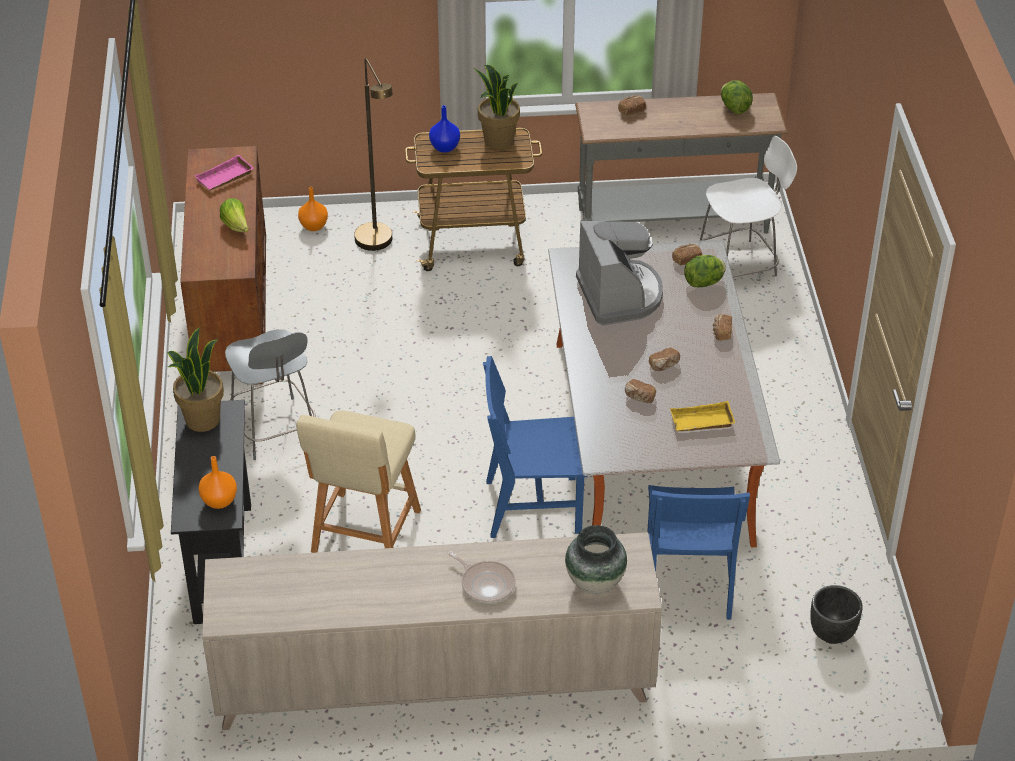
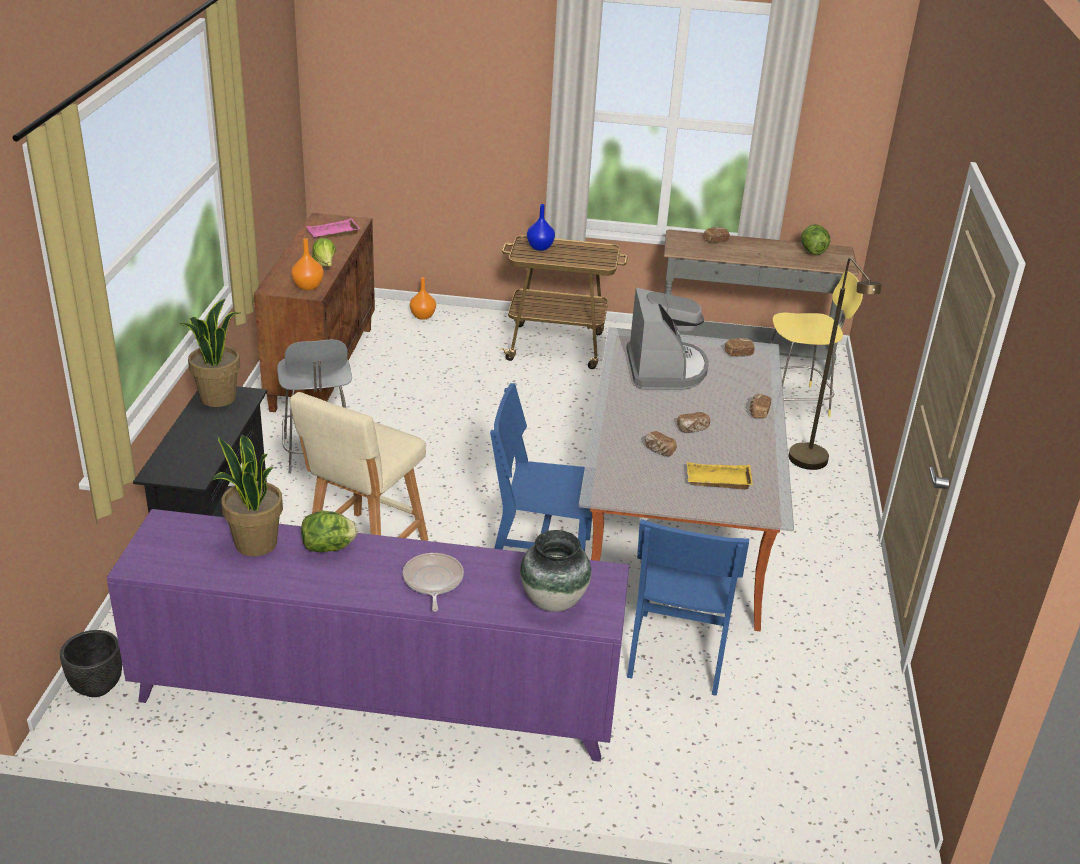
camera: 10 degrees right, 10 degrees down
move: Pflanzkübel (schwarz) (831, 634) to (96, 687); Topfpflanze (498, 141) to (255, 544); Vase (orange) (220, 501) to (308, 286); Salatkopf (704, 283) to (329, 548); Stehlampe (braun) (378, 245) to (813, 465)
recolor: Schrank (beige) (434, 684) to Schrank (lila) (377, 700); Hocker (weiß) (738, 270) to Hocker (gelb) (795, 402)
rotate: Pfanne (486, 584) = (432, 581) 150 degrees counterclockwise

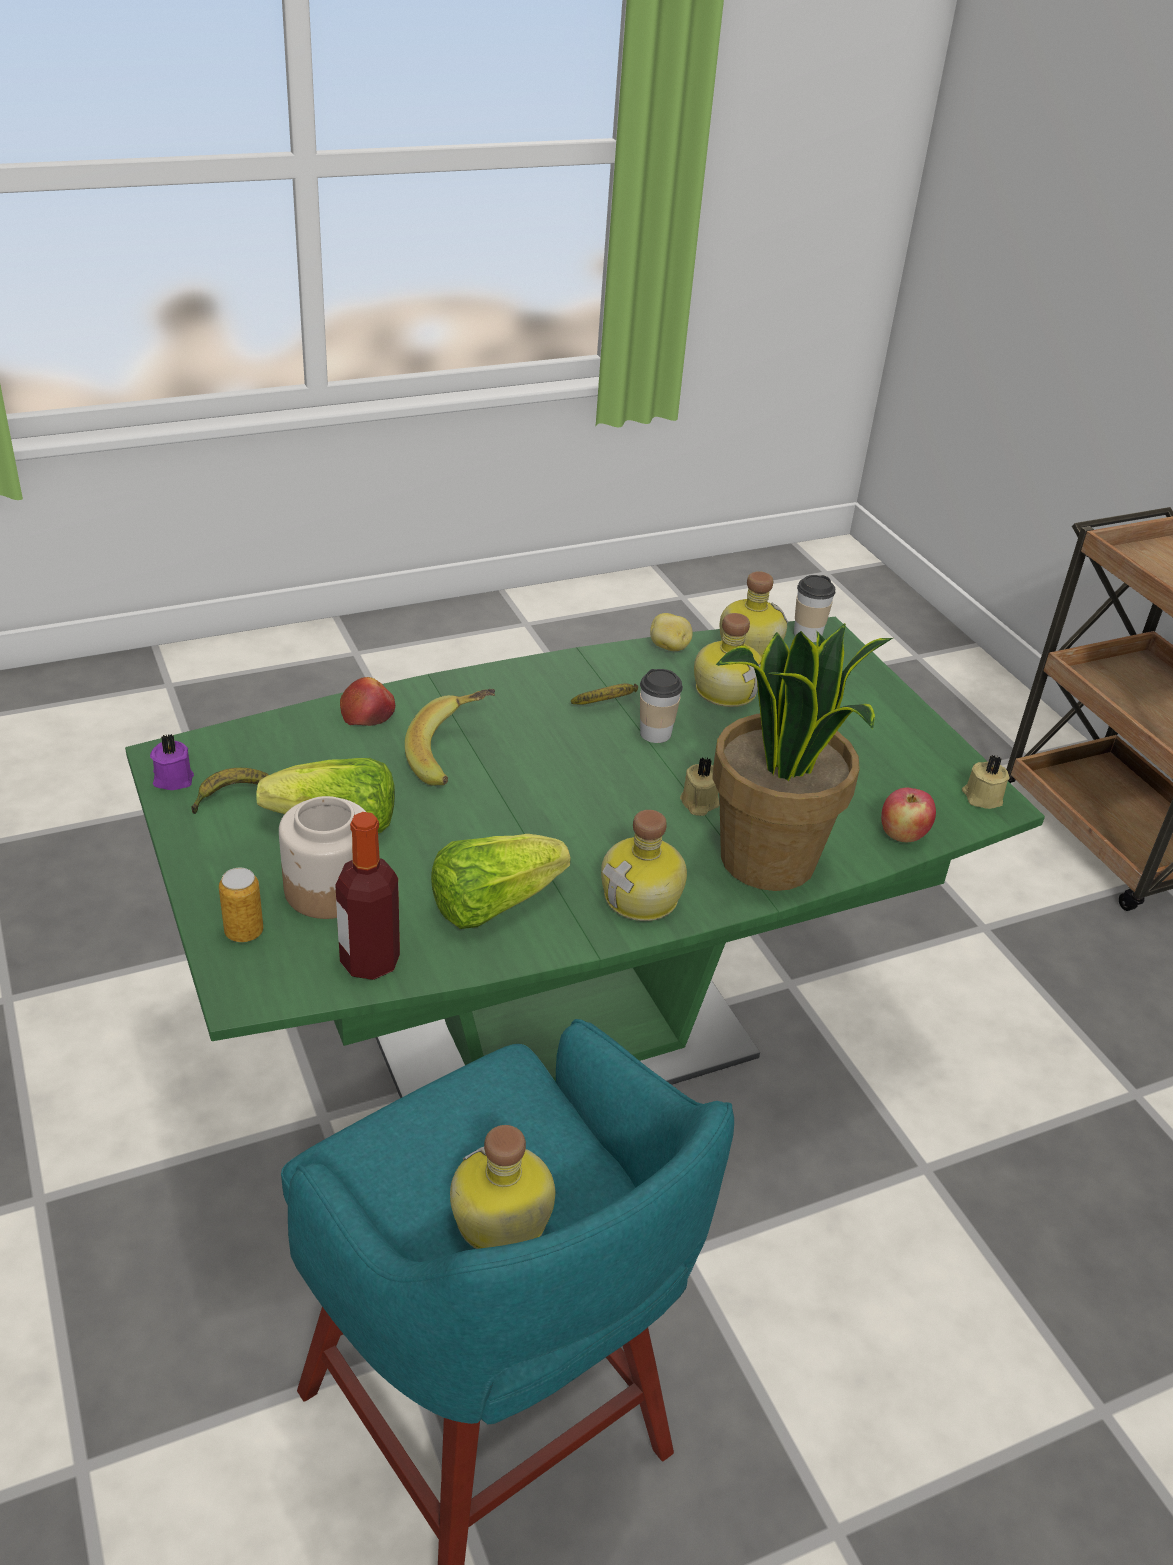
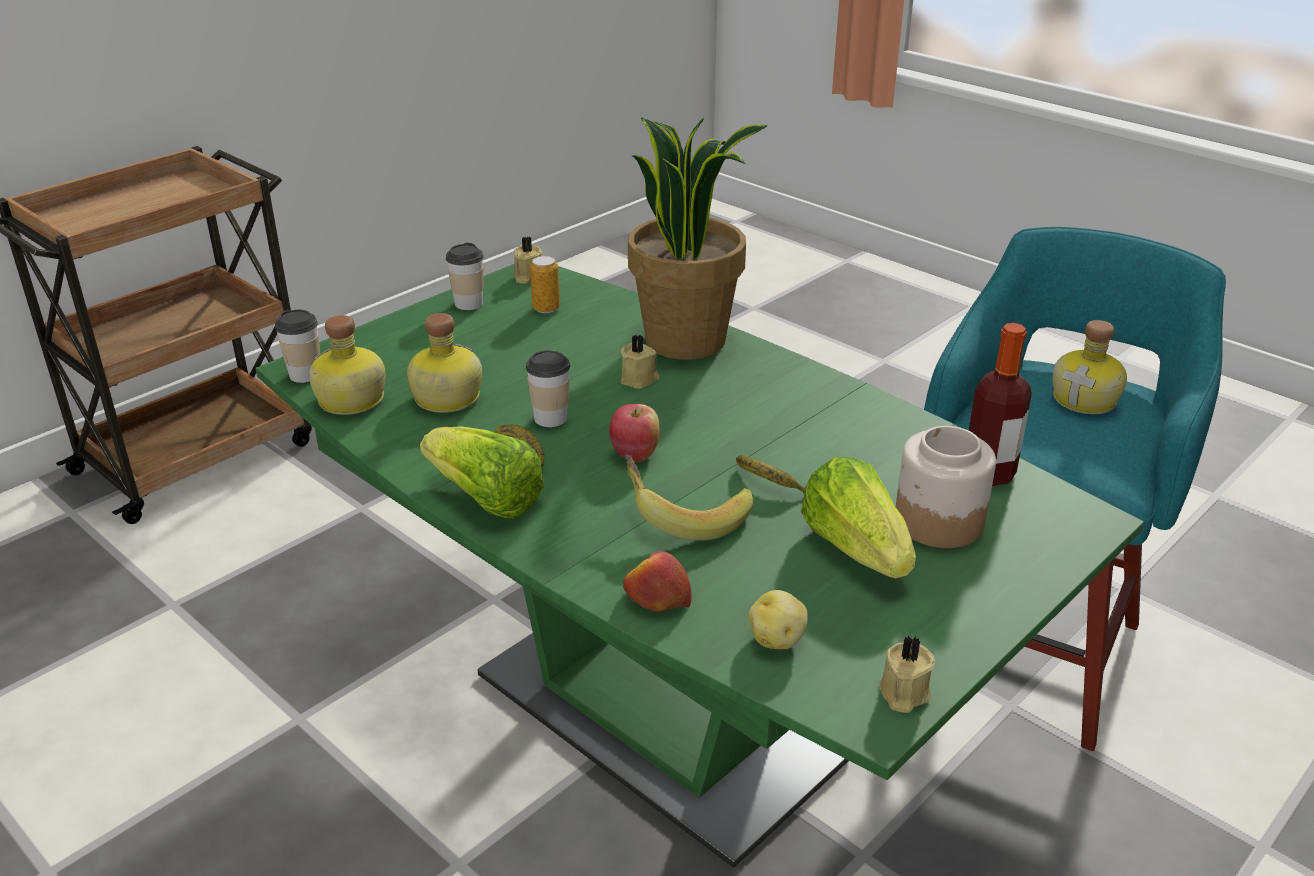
camera: 110 degrees left, 5 degrees down
delete: Flasche (643, 898)
insert: Tasse (468, 304)
move: Salatkopf (492, 904) to (485, 500); Dose (244, 932) to (546, 308); Apfel (902, 835) to (635, 454); Banane (231, 796) to (769, 484); Kartoffel (669, 647) to (777, 639)
recolor: Kerze (lila) (172, 778) to Kerze (beige) (902, 694)

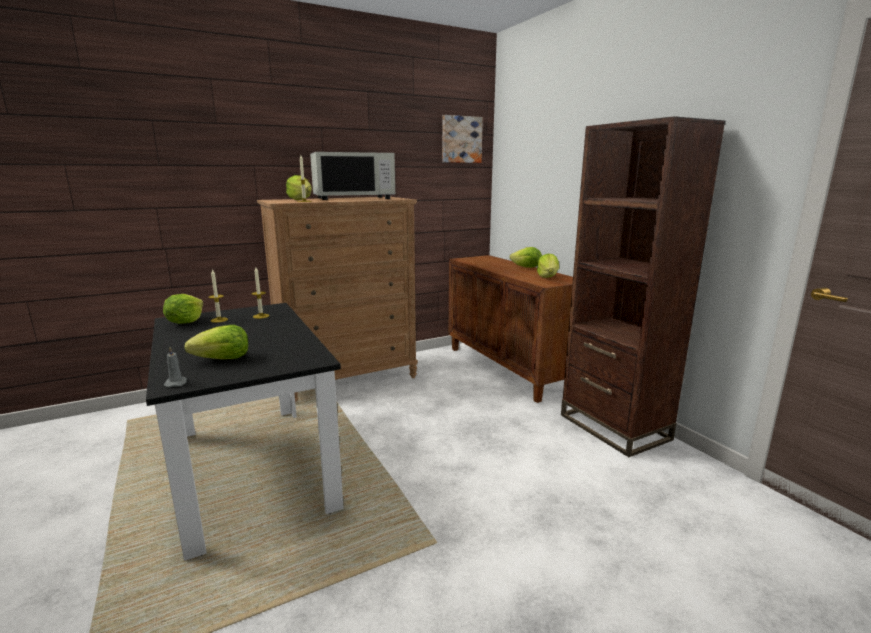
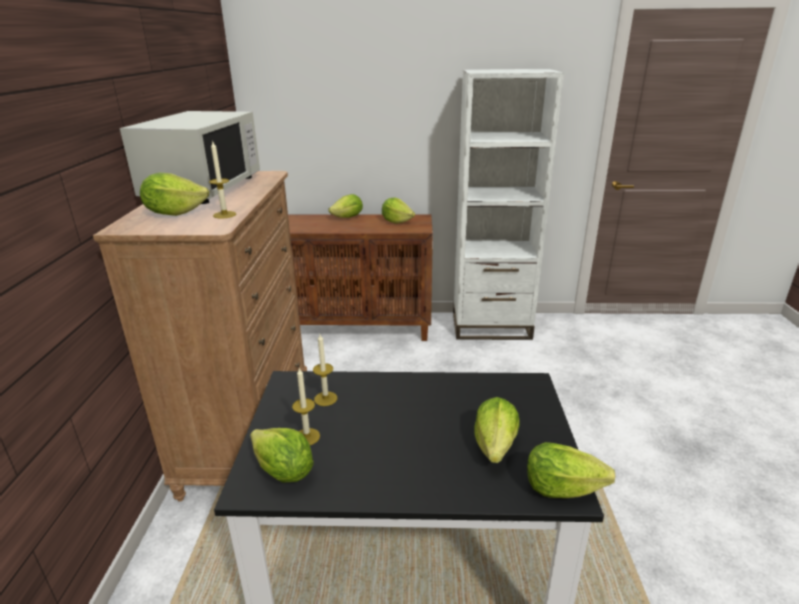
camera: 60 degrees left, 10 degrees up
delete: Bild (461, 139)
replace: Kerze (grau) (176, 383) to Salatkopf (561, 488)
recolor: Bücherregal (braun) (614, 427) to Bücherregal (weiß) (491, 326)

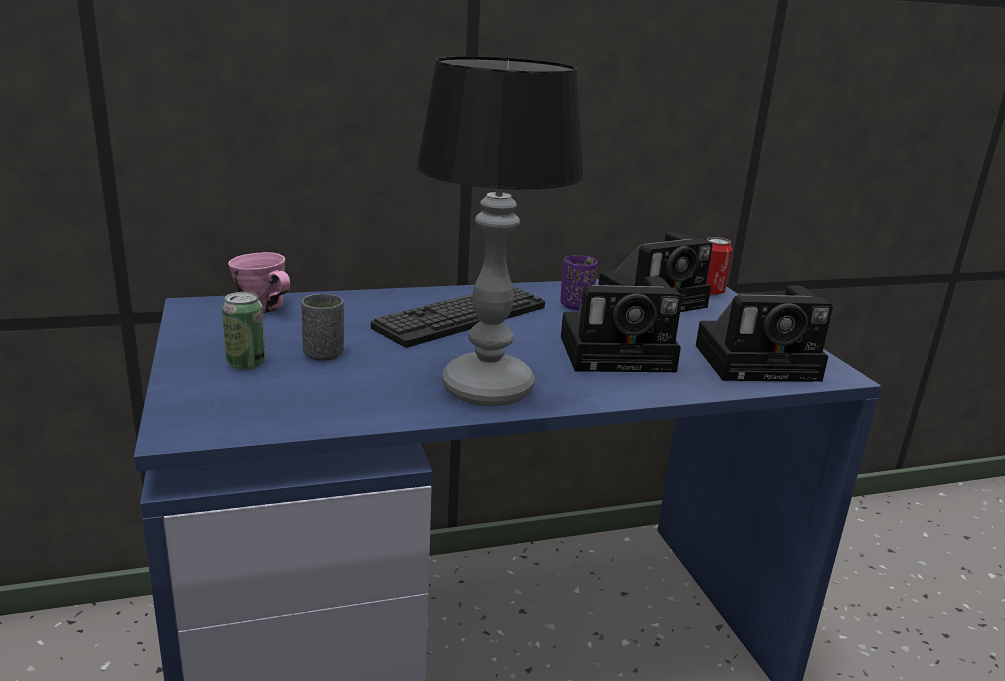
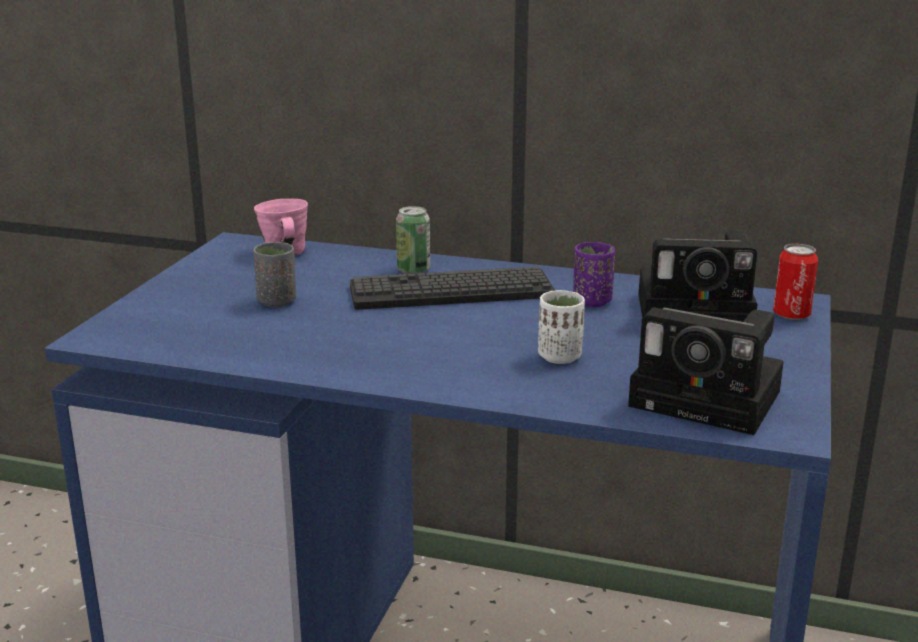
camera: 35 degrees right, 0 degrees up
delete: Tischlampe (489, 389)
move: Dose (246, 364) to (413, 270)
replace: Kamera (621, 353) to Tasse (weiß) (559, 357)

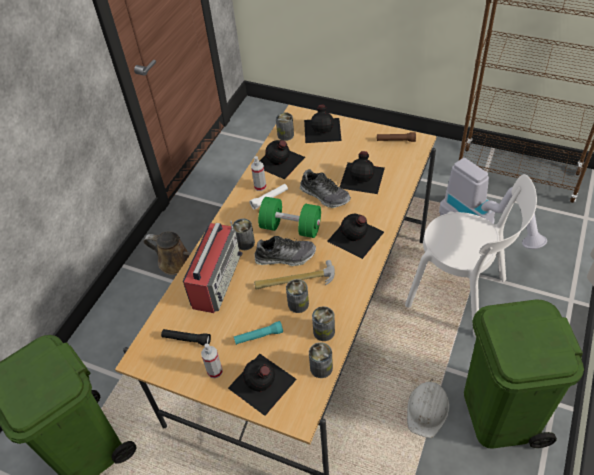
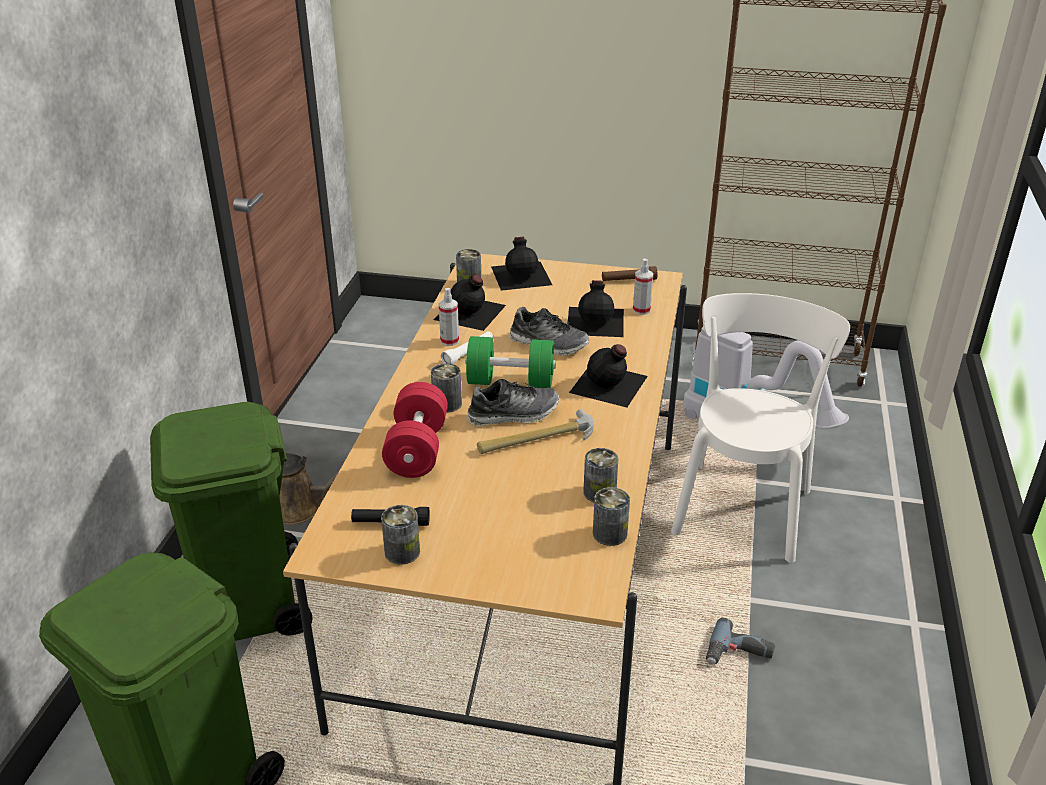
camera: 15 degrees left, 15 degrees down
delete: Flasche (schwarz) (262, 384); Taschenlampe (türkis) (258, 336)
move: Mülleimer (grün) (501, 414) to (250, 604); Dose (298, 304) to (402, 552); Sprühflasche (215, 371) to (641, 310)
replace: Radio (217, 280) to Hantel (rot) (417, 449); Schutzhelm (weiß) (427, 409) to Bohrmaschine (739, 655)
rotate: Stuhl (weiß) (461, 294) = (743, 506) 90 degrees counterclockwise

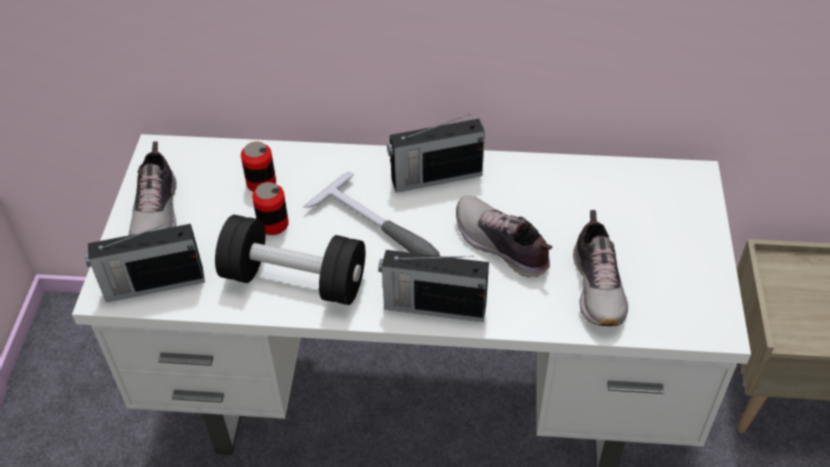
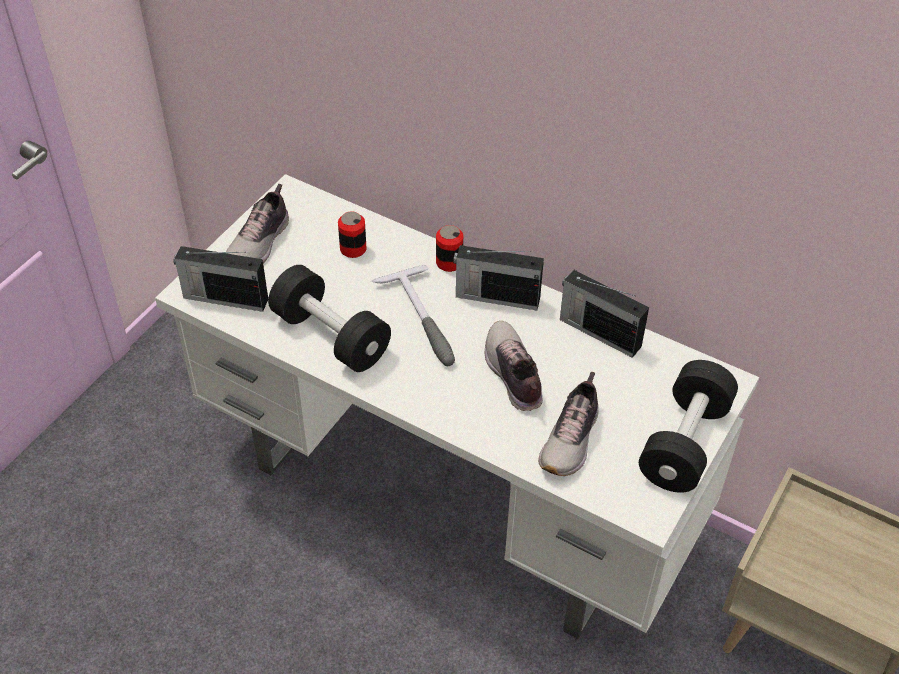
camera: 25 degrees right, 0 degrees up
insert: Hantel (schwarz) (684, 443)
move: Dose (273, 224) to (449, 262); Radio (433, 306) to (598, 332)

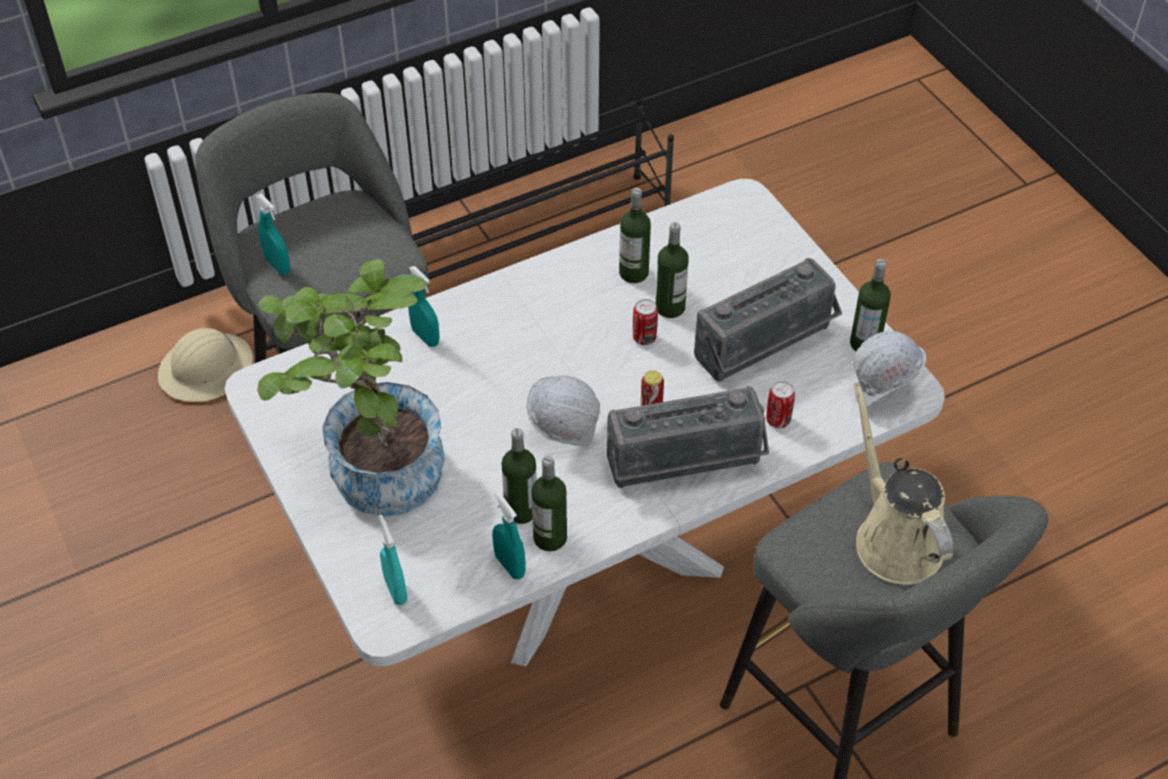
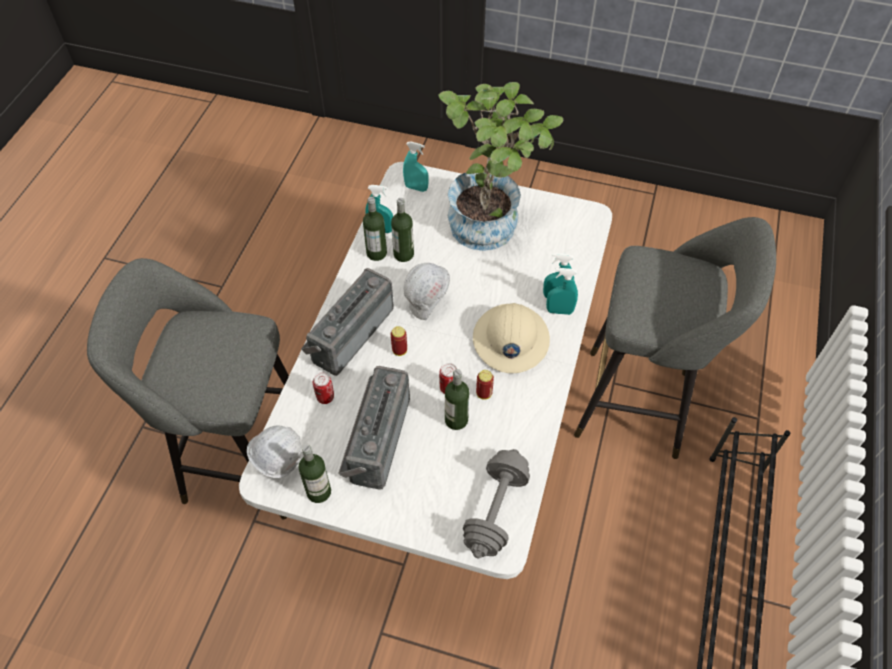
camera: 135 degrees right, 5 degrees up
delete: Flasche (633, 273); Gießkanne (beige) (894, 538)
insert: Hantel (grau) (495, 511); Dose (484, 393)
move: Schutzhelm (beige) (206, 369) to (510, 339); Sprühflasche (türkis) (277, 265) to (559, 311)

